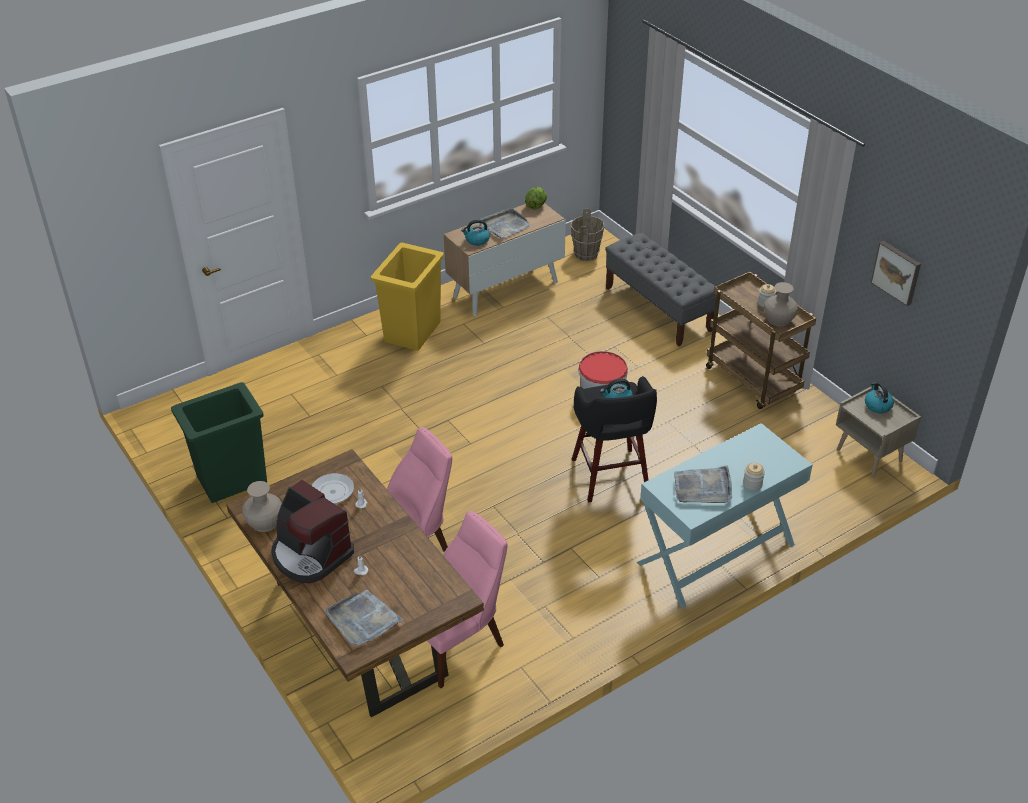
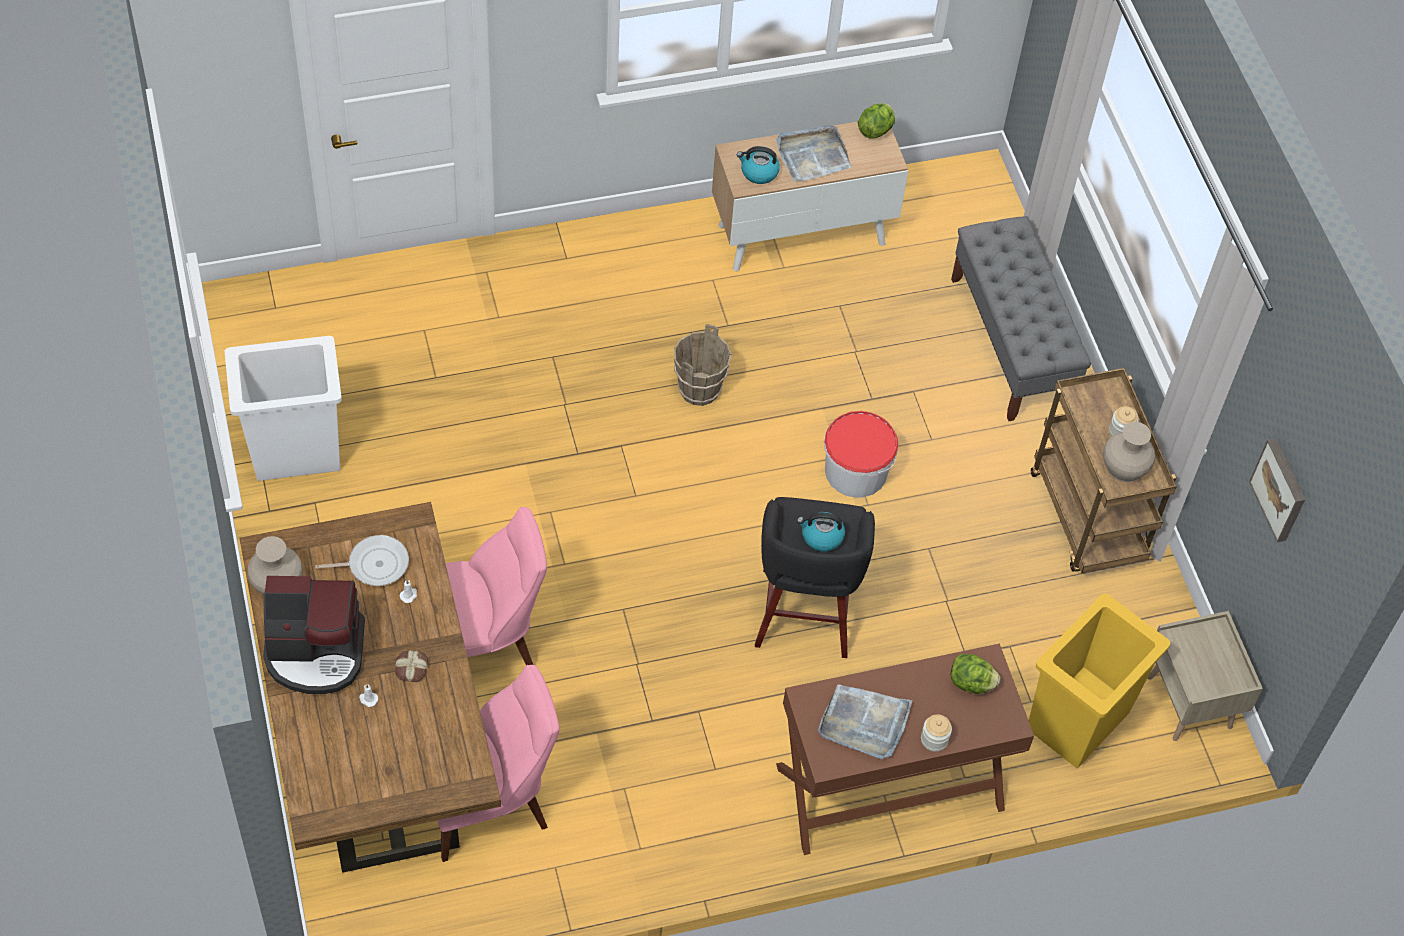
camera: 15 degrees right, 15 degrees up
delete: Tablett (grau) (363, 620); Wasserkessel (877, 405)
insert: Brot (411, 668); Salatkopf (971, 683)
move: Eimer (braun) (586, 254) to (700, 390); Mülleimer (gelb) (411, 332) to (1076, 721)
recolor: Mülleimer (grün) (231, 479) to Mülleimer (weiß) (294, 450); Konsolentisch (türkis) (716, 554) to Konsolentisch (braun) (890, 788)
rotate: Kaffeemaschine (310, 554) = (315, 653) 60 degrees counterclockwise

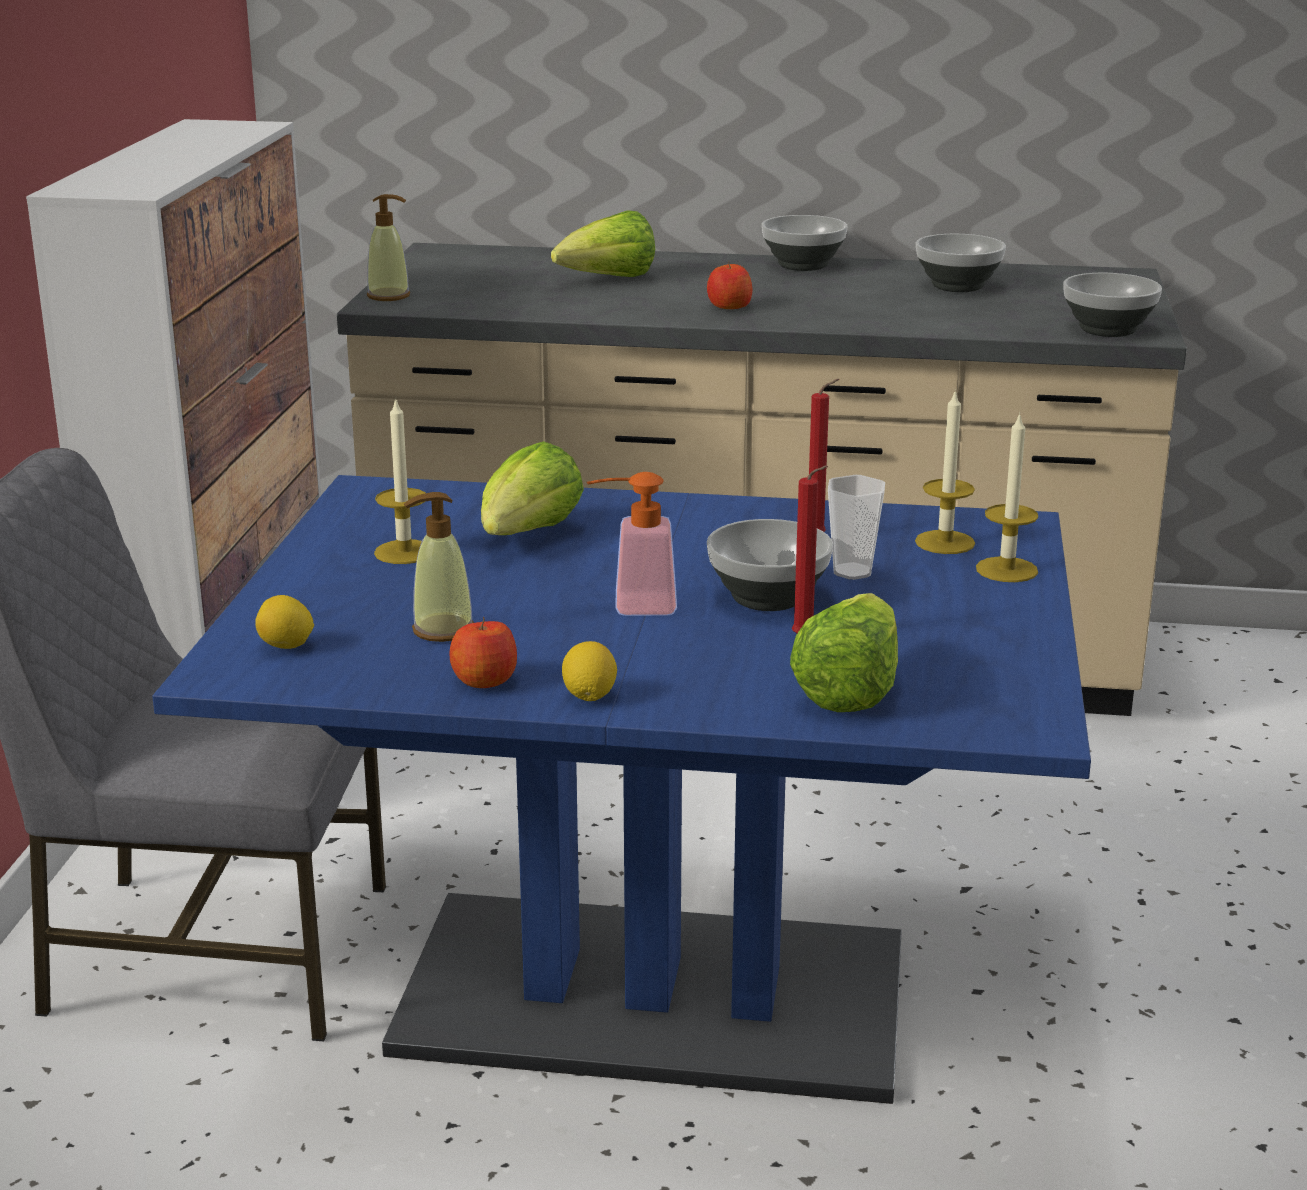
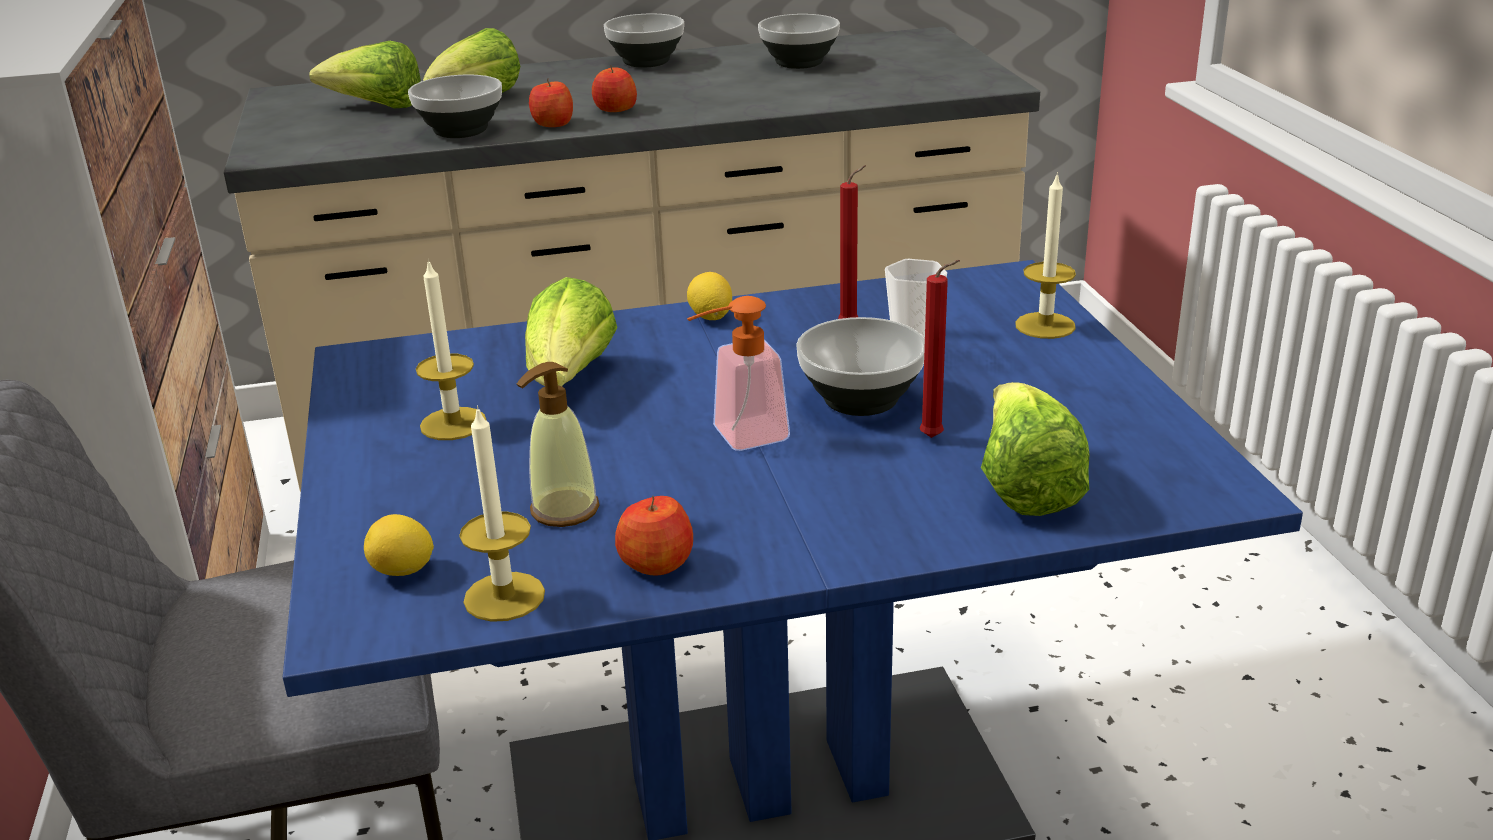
camera: 20 degrees left, 5 degrees up
delete: Seifenspender (389, 296)
insert: Salatkopf (377, 107); Apfel (553, 124)
move: Schüssel (1109, 330) to (462, 130); Kerze (945, 542) to (504, 597); Zitrone (589, 696) to (710, 317)

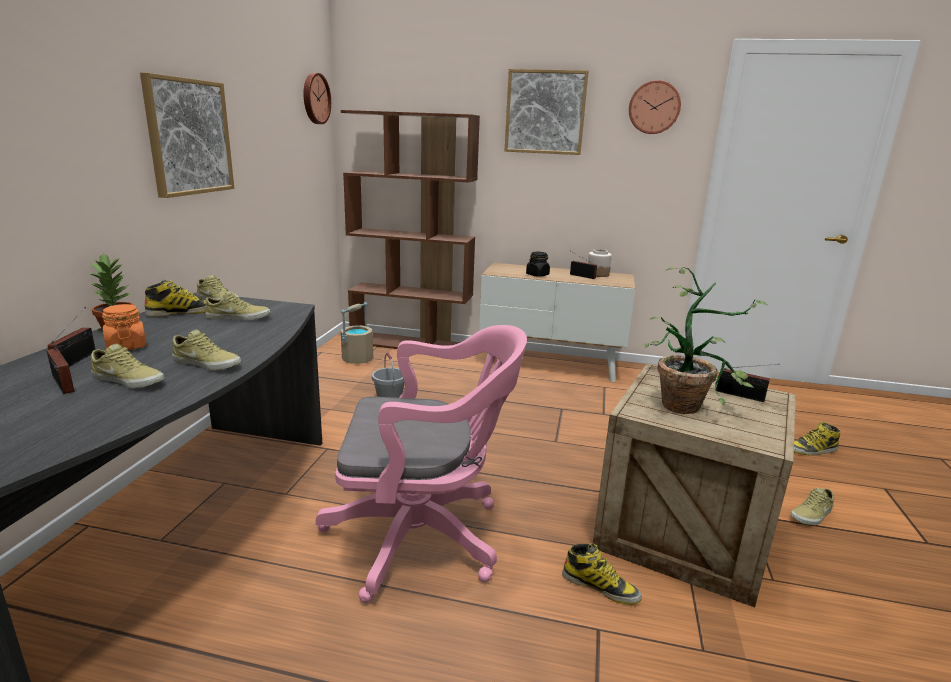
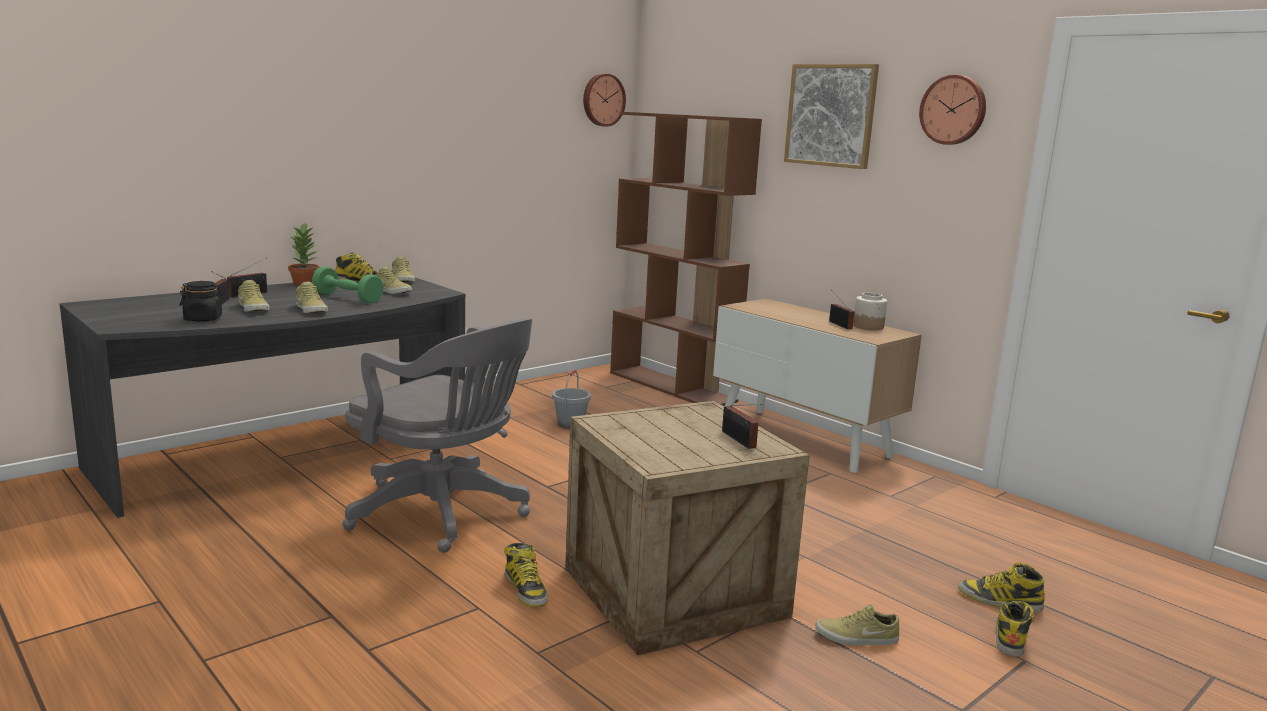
camera: 35 degrees right, 5 degrees down
delete: Vorratsglas (orange) (126, 346); Bild (189, 137); Eimer (beige) (357, 359); Topfpflanze (688, 404)
insert: Hantel (grün) (347, 298); Stiefel (1011, 635)
move: Vorratsglas (schwarz) (537, 275) to (203, 319)
recolor: Bürostuhl (rosa) (424, 537) to Bürostuhl (grau) (444, 514)

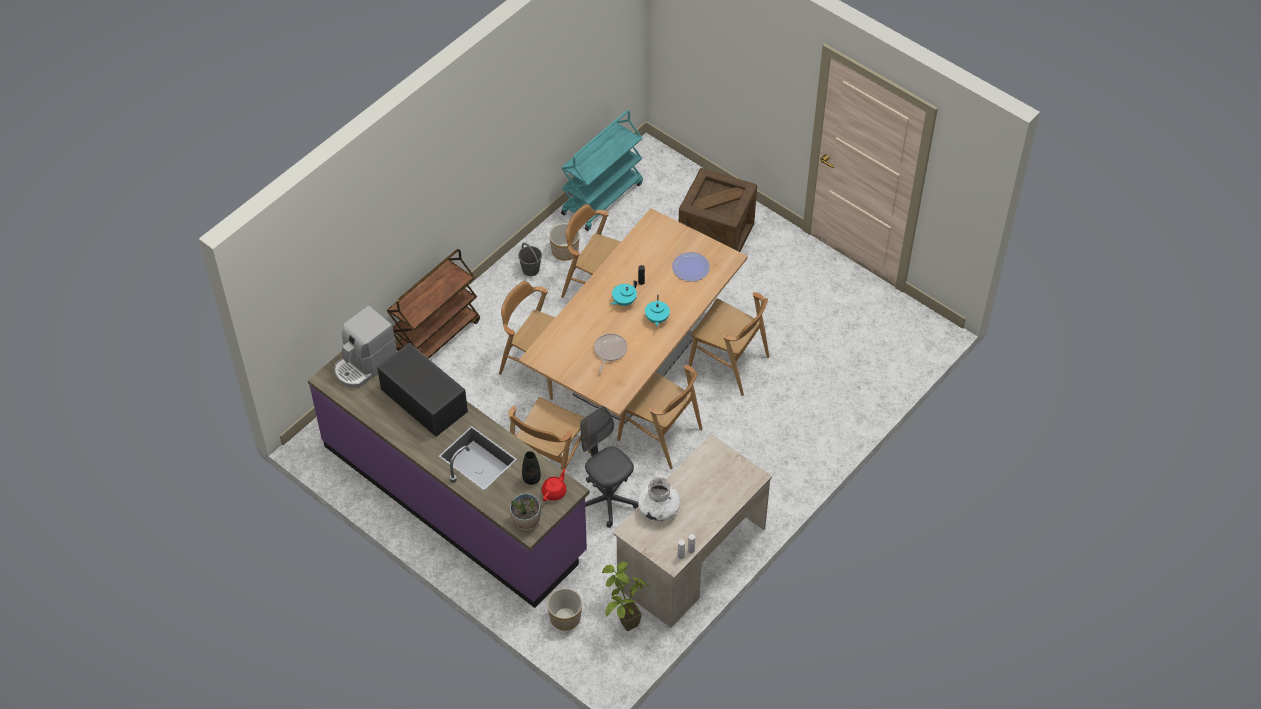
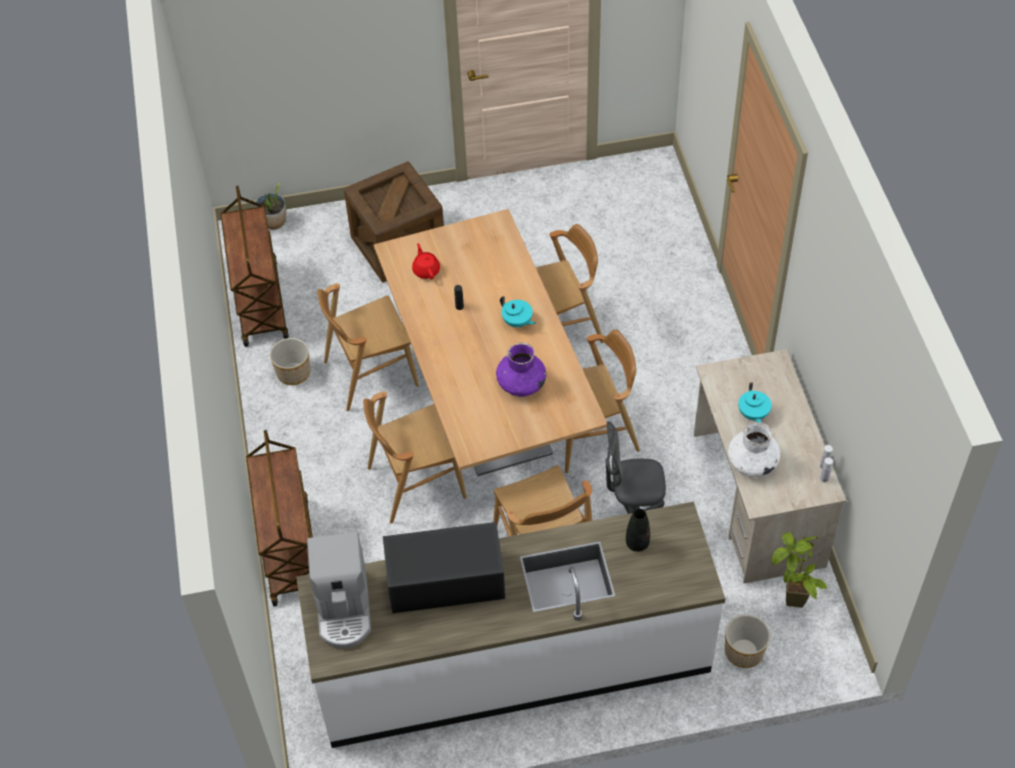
camera: 50 degrees left, 0 degrees up
delete: Eimer (grau) (530, 269); Teller (690, 267)
move: Topfpflanze (526, 521) to (274, 222); Teekanne (rot) (554, 492) to (426, 270); Teekanne (türkis) (623, 301) to (753, 414)
replace: Pfanne (609, 351) to Vase (lila) (521, 384)
recolor: Rollwagen (türkis) (602, 198) to Rollwagen (braun) (259, 303); Küchenzeile (lila) (454, 499) to Küchenzeile (weiß) (512, 662)

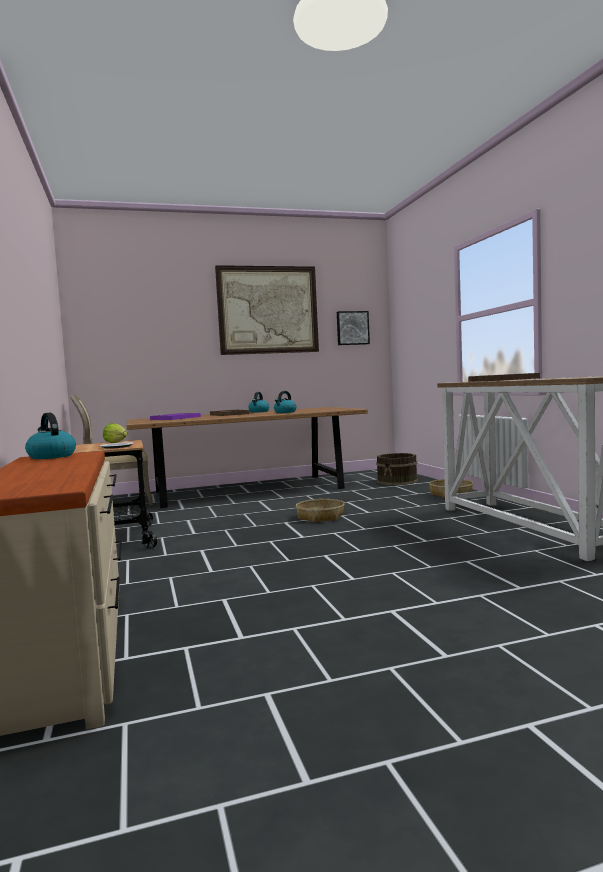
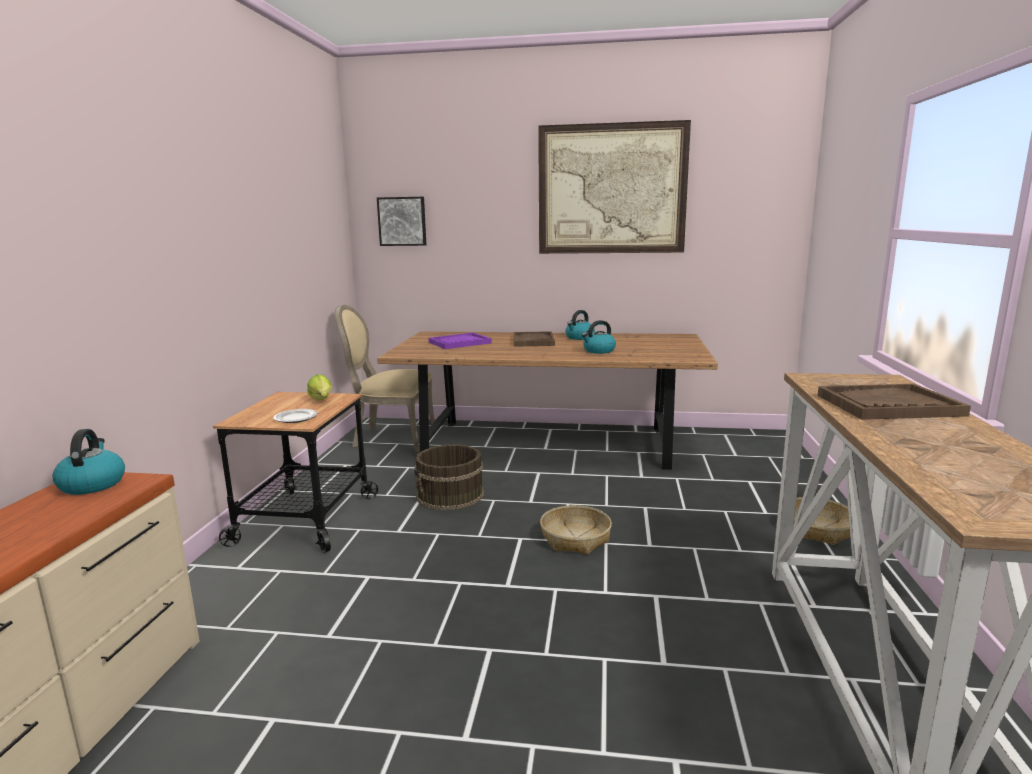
camera: 25 degrees right, 10 degrees up
move: Bild (352, 328) to (402, 221); Eimer (braun) (397, 481) to (450, 495)

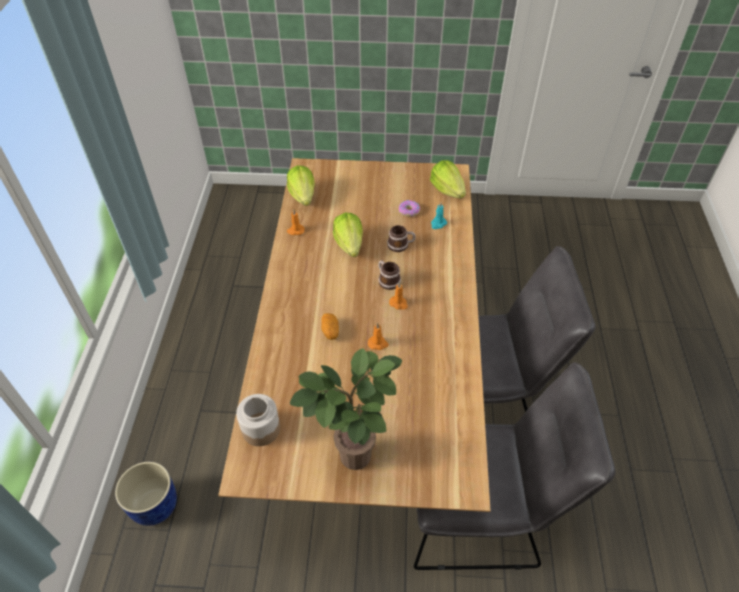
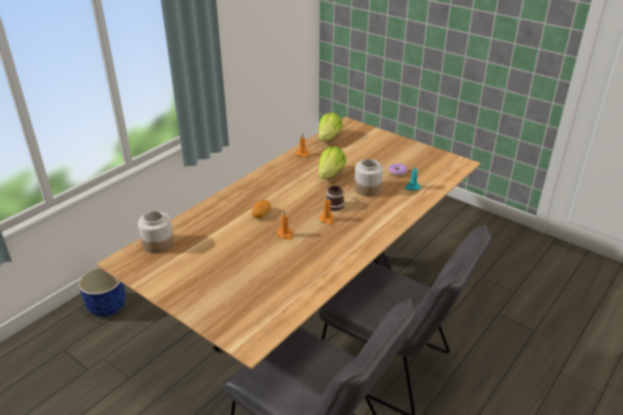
camera: 35 degrees right, 15 degrees down
delete: Topfpflanze (353, 460); Salatkopf (447, 190)
replace: Henkelbecher (401, 245) to Vorratsglas (368, 188)

